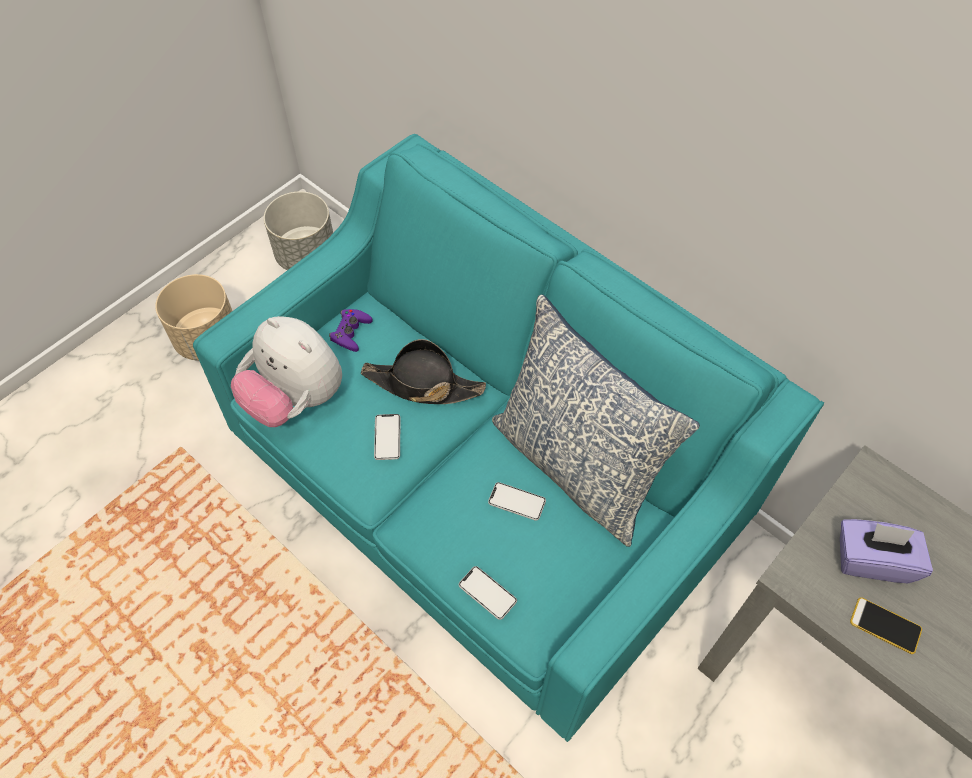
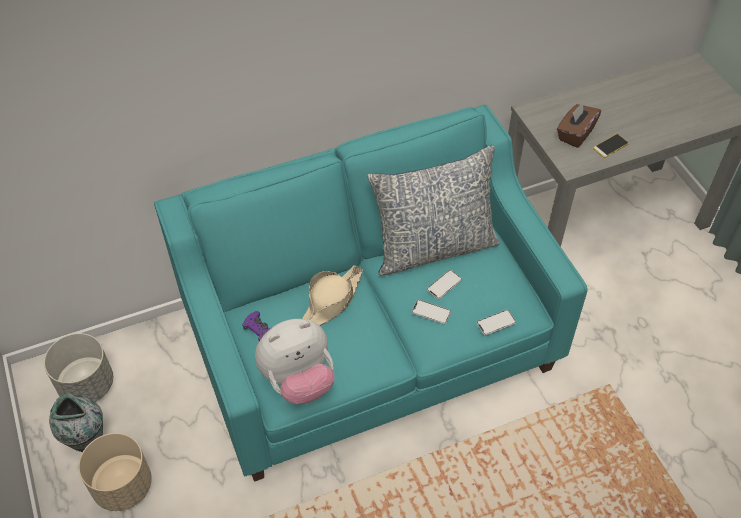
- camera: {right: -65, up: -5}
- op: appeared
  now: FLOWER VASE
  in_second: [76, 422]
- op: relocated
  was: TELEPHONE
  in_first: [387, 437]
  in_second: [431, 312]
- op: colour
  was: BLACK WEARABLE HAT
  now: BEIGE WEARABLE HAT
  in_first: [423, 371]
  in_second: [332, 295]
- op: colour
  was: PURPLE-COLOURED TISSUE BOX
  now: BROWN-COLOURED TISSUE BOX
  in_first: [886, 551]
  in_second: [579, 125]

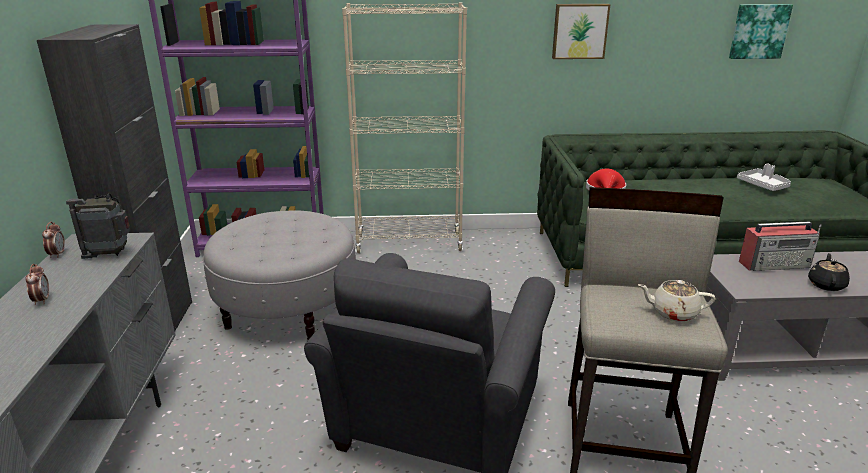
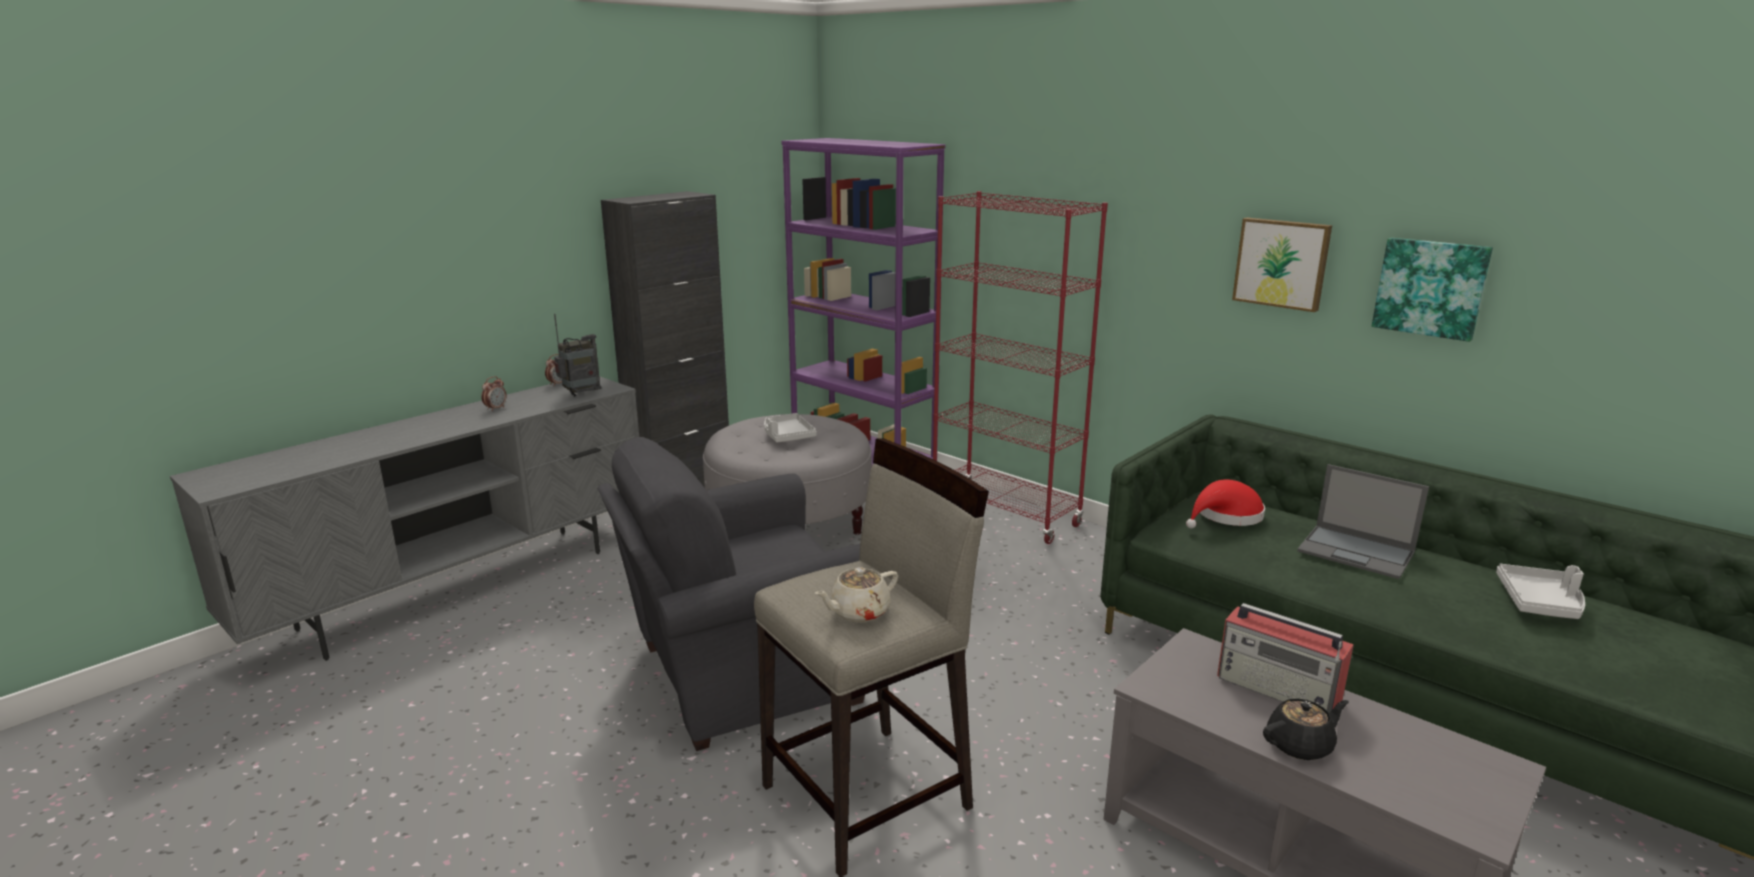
- camera: {right: 45, up: -5}
- op: appeared
  now: GREYISH CARRYING TRAY
  in_second: [790, 428]
- op: appeared
  now: NOTEBOOK COMPUTER
  in_second: [1363, 521]
- op: relocated
  was: WALL ART
  in_first: [761, 31]
  in_second: [1432, 290]
- op: colour
  was: BEIGE SHELVING UNIT
  now: RED SHELVING UNIT
  in_first: [404, 128]
  in_second: [1020, 367]
- op: spun
  was: RADIO SET
  in_first: [98, 212]
  in_second: [577, 355]
  clockwise: 105
- op: spun
  was: BEIGE TEA POT
  in_first: [676, 301]
  in_second: [856, 594]
  clockwise: -90

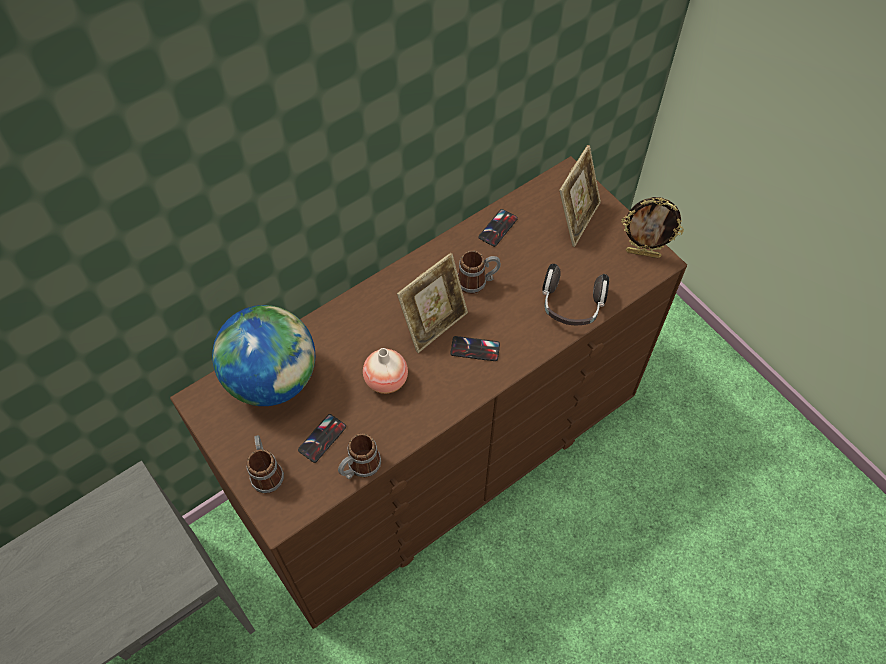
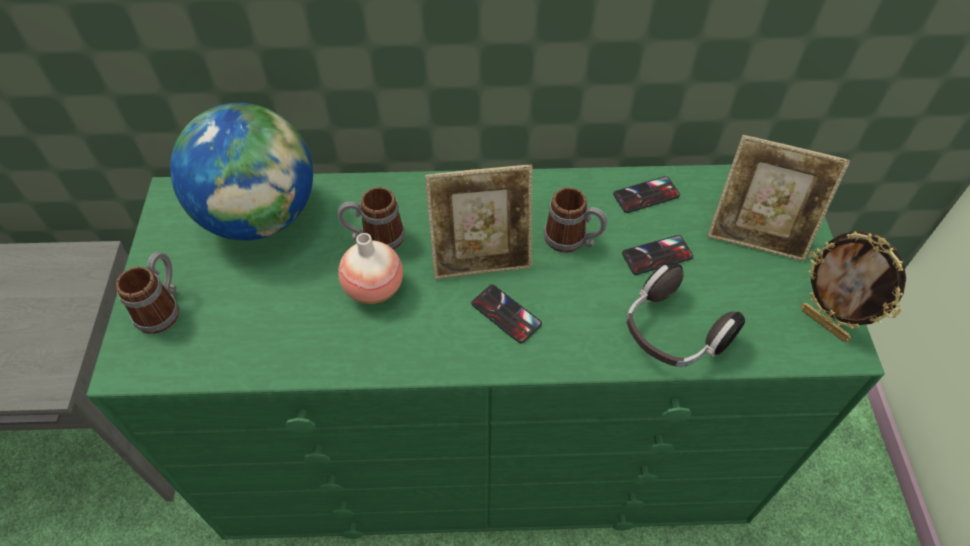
- camera: {right: 35, up: -5}
- op: relocated
  was: TELEPHONE
  in_first: [322, 438]
  in_second: [657, 255]
- op: relocated
  was: TEA MUG
  in_first: [359, 456]
  in_second: [371, 218]
- op: colour
  was: BROWN-COLOURED DRAWER CHEST
  now: GREENISH DRAWER CHEST
  in_first: [428, 392]
  in_second: [485, 352]
- op: spun
  was: PICTURE FRAME
  in_first: [580, 196]
  in_second: [778, 198]
  clockwise: 45

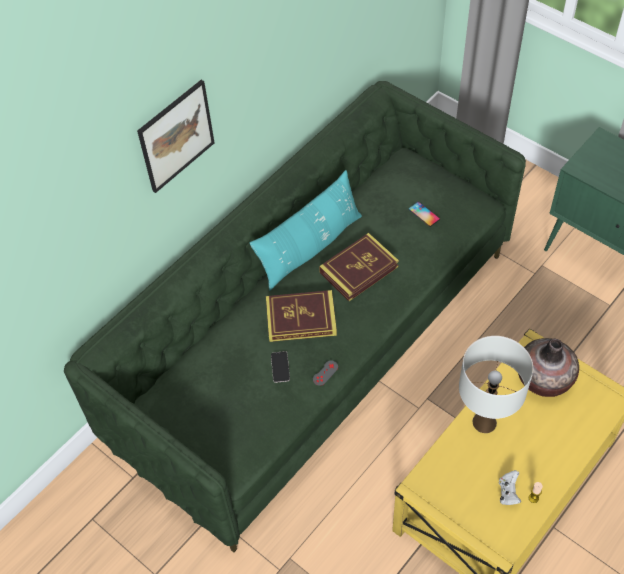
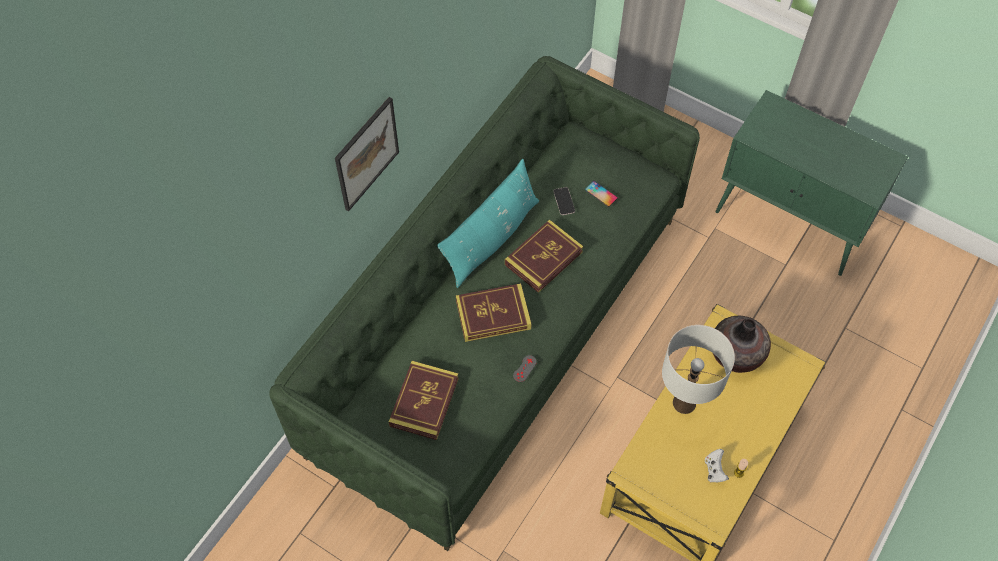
- camera: {right: -10, up: 5}
- op: appeared
  now: BOOK
  in_second: [424, 400]
- op: relocated
  was: TELEPHONE
  in_first: [280, 367]
  in_second: [564, 201]

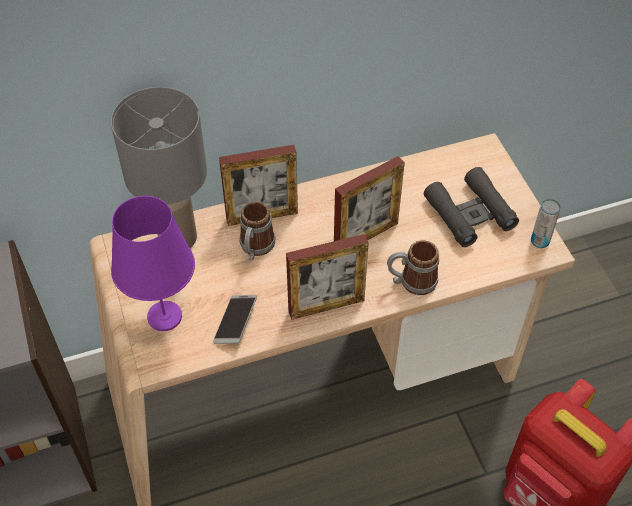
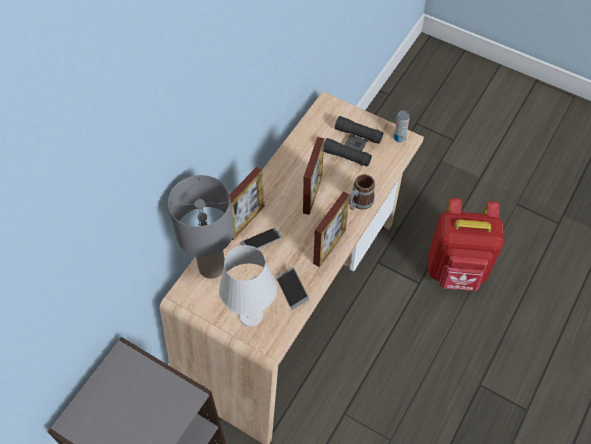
- camera: {right: -40, up: 5}
- op: exchanged
  was: TEA MUG
  now: TELEPHONE
  in_first: [257, 231]
  in_second: [261, 238]
- op: colour
  was: PURPLE-COLOURED LAMP FOR A TABLE
  now: WHITE-COLOURED LAMP FOR A TABLE
  in_first: [153, 263]
  in_second: [248, 286]

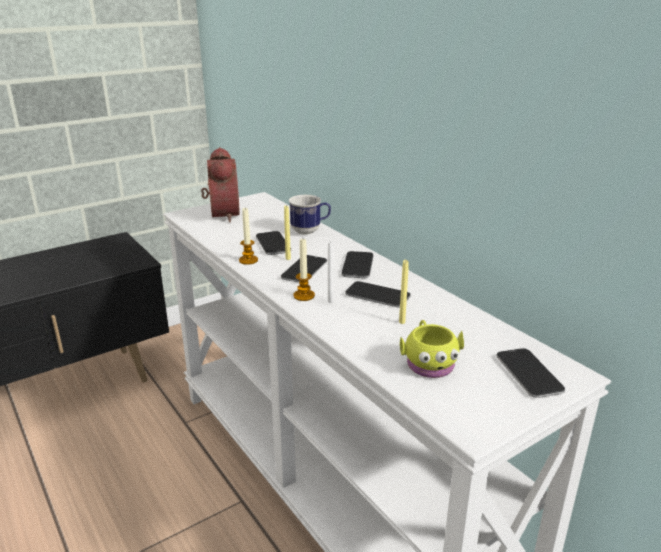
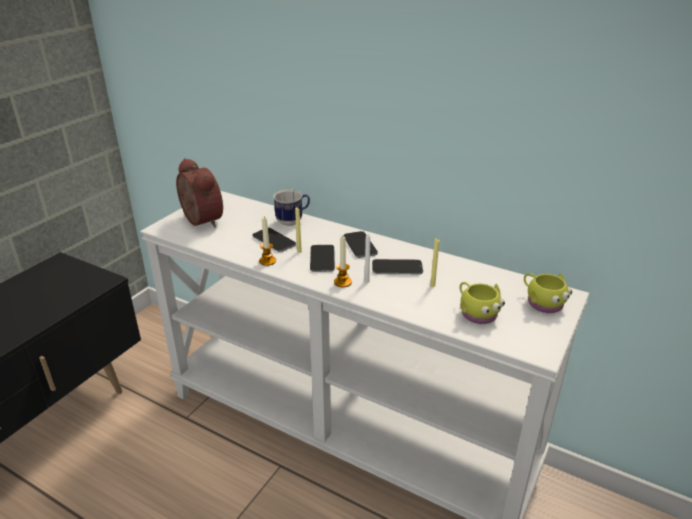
- camera: {right: -25, up: 5}
- op: exchanged
  was: TELEPHONE
  now: YELLOW-COLOURED TEA MUG
  in_first: [530, 373]
  in_second: [548, 293]

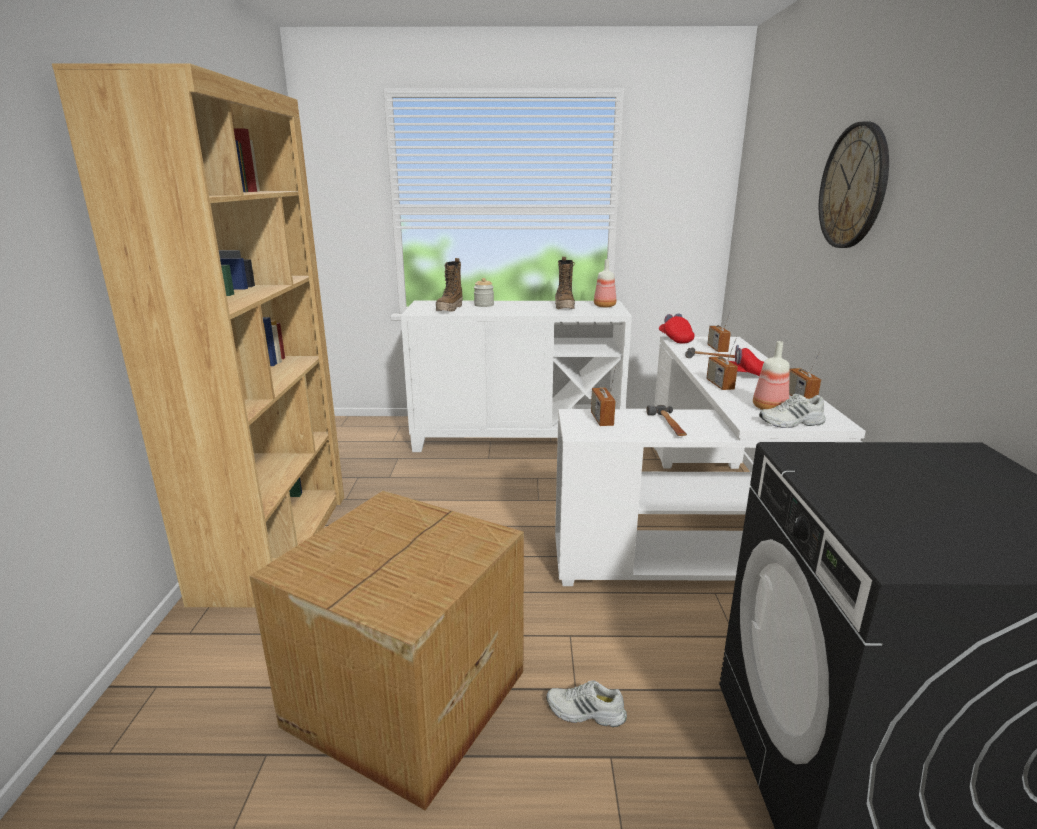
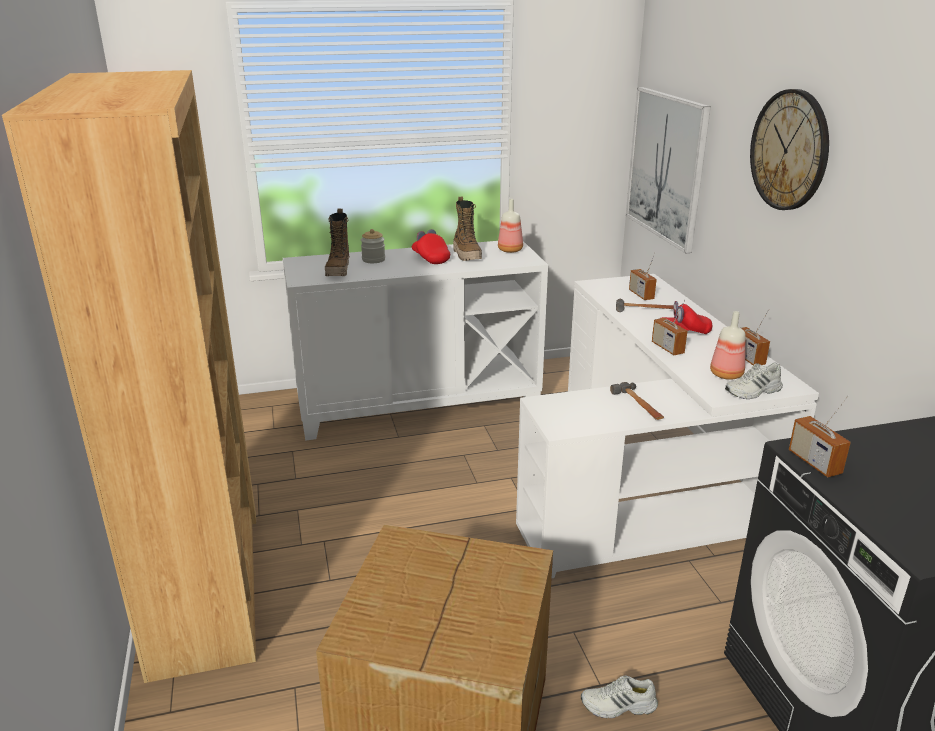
- camera: {right: -15, up: 5}
- op: appeared
  now: WALL ART
  in_second: [668, 170]
- op: relocated
  was: RADIO SET
  in_first: [603, 396]
  in_second: [820, 436]
- op: relocated
  was: RED PEAKED CAP
  in_first: [677, 328]
  in_second: [431, 246]

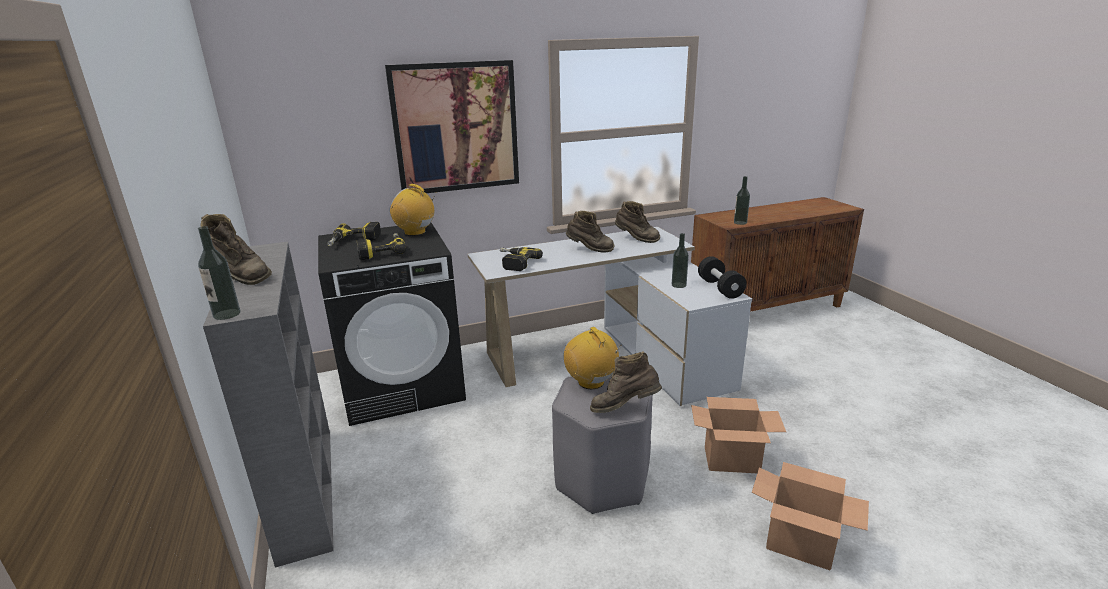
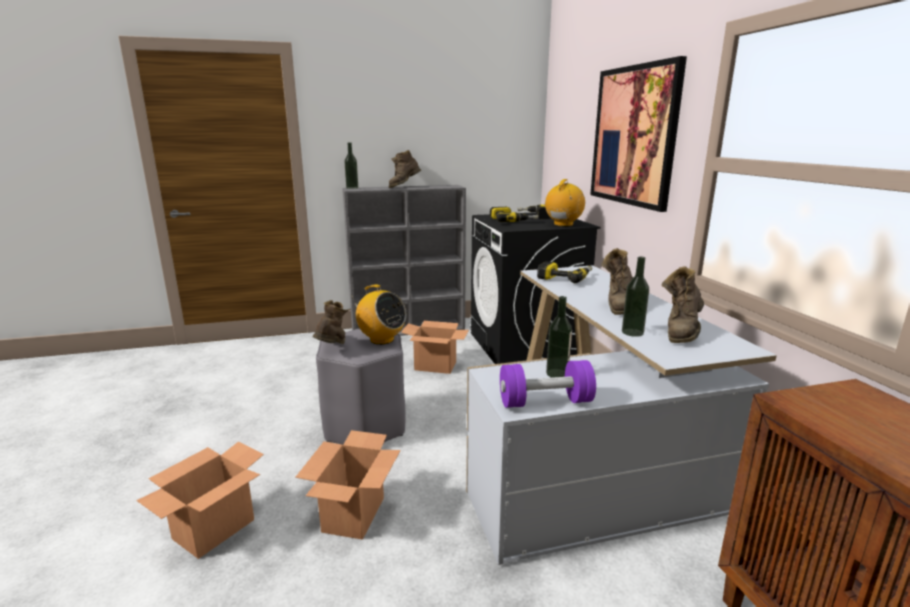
- camera: {right: 95, up: -5}
- op: appeared
  now: CARTON
  in_second: [435, 347]
- op: relocated
  was: BEVERAGE BOTTLE
  in_first: [742, 200]
  in_second: [635, 297]
- op: colour
  was: BLACK FREE WEIGHT
  now: PURPLE-COLOURED FREE WEIGHT
  in_first: [722, 277]
  in_second: [548, 384]
- op: spun
  was: RADIO SET
  in_first: [593, 358]
  in_second: [379, 314]
  clockwise: 60

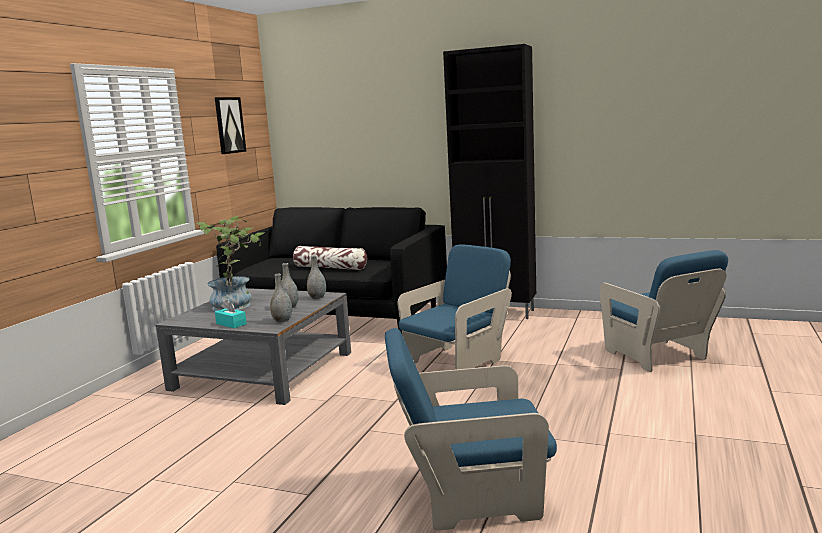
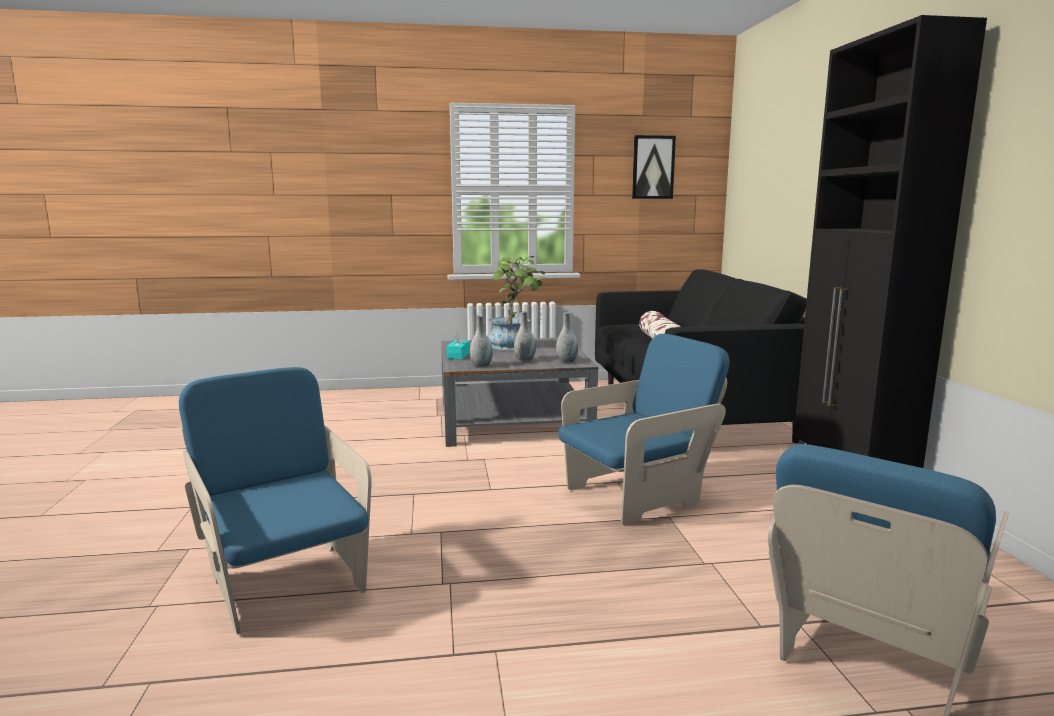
- camera: {right: 60, up: 0}
- op: spun
  was: BLUE-COLOURED LOUNGE CHAIR
  in_first: [455, 307]
  in_second: [644, 429]
  clockwise: -45

